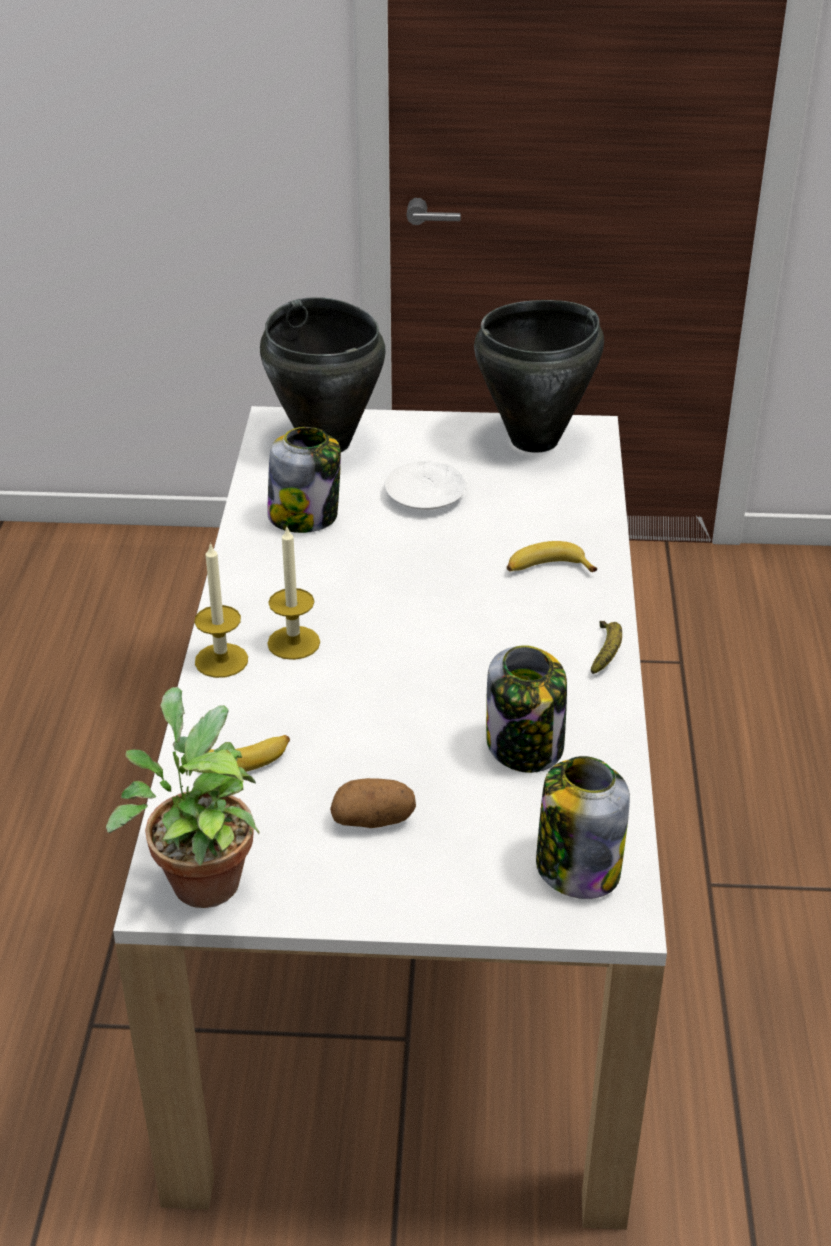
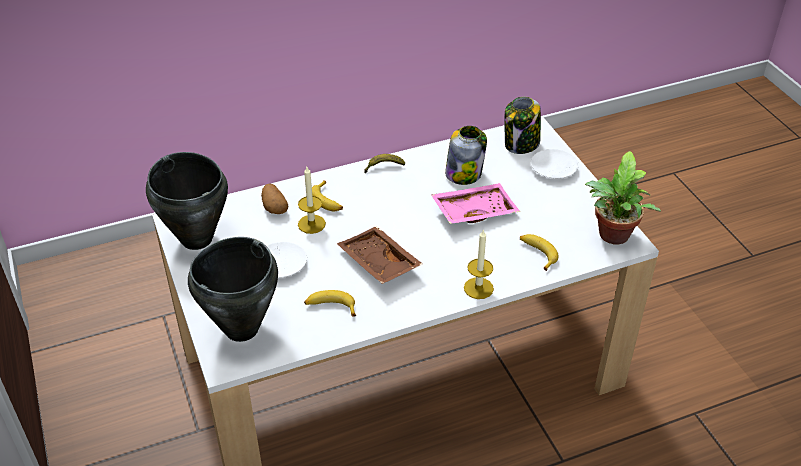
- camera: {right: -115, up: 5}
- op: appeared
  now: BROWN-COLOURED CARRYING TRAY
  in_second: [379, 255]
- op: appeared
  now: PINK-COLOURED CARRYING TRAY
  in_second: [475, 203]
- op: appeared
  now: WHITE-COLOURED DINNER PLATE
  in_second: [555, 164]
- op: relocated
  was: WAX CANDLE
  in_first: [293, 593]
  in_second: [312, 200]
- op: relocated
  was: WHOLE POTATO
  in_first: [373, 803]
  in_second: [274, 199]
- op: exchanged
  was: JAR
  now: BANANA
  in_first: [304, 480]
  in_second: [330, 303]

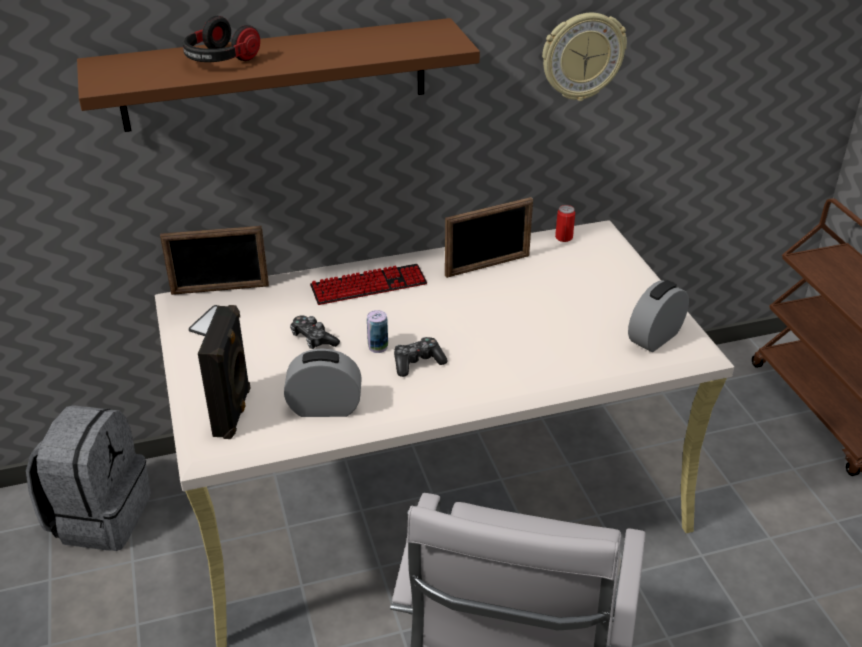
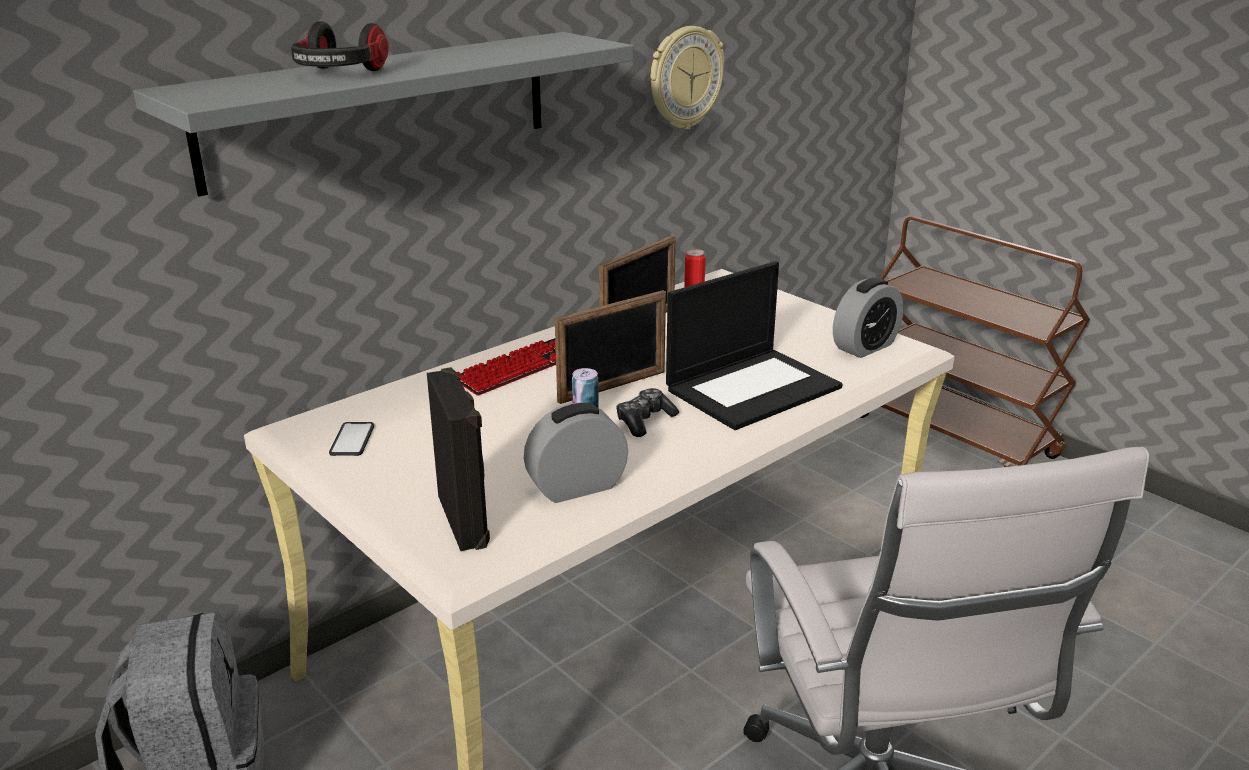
- camera: {right: -25, up: -10}
- op: missing
  was: GAME CONTROLLER
  in_first: [315, 332]
- op: appeared
  now: NOTEBOOK COMPUTER
  in_second: [754, 345]
- op: relocated
  was: PICTURE FRAME
  in_first: [214, 260]
  in_second: [610, 347]
- op: colour
  was: BROWN-COLOURED BRACKET SHELF
  now: GREYISH BRACKET SHELF
  in_first: [278, 75]
  in_second: [383, 114]
- op: spun
  was: ALARM CLOCK
  in_first: [658, 316]
  in_second: [868, 318]
  clockwise: -150

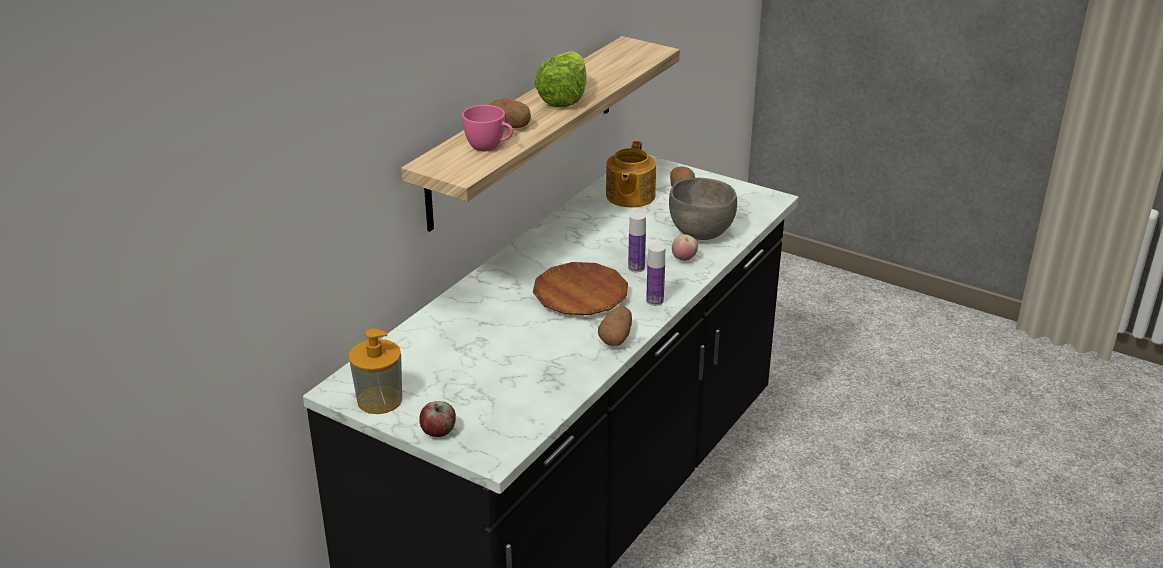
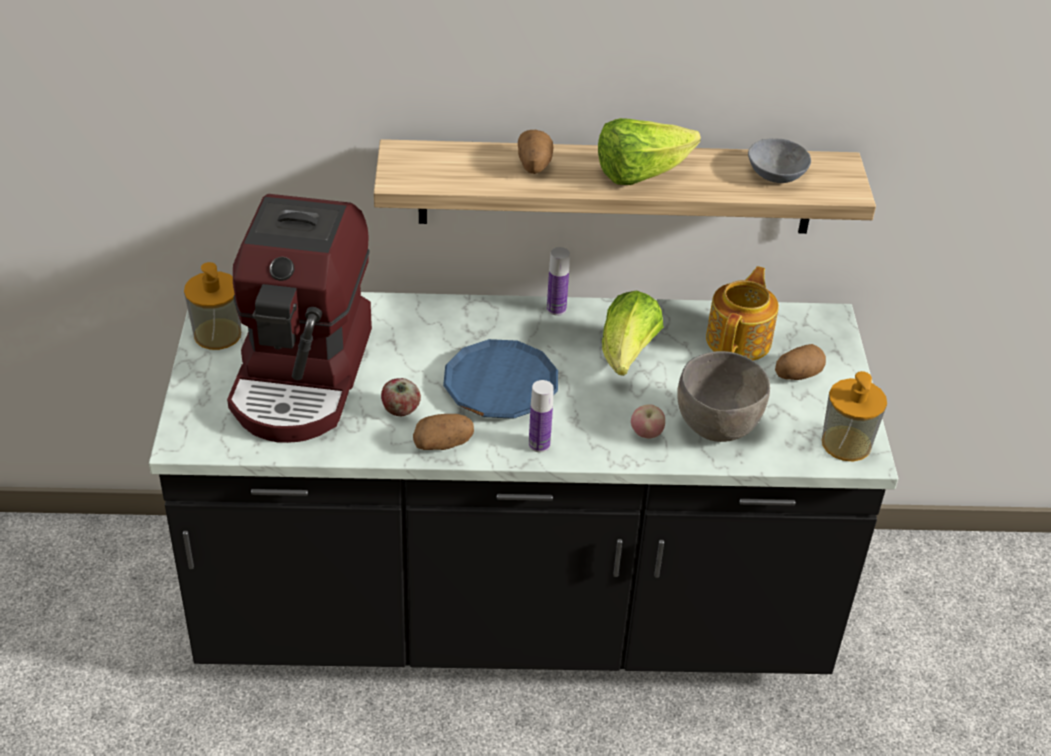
- camera: {right: 55, up: 10}
- op: missing
  was: PINK-COLOURED DRINKING CUP
  in_first: [487, 128]
- op: appeared
  now: COFFEE BREWER
  in_second: [299, 318]
- op: appeared
  now: LETTUCE HEAD
  in_second: [633, 333]
- op: appeared
  now: GREYISH SERVING BOWL
  in_second: [779, 160]
- op: appeared
  now: SOAP DISPENSER
  in_second: [854, 416]
- op: relocated
  was: APPLE
  in_first: [437, 419]
  in_second: [401, 397]
- op: relocated
  was: BEVERAGE BOTTLE
  in_first: [637, 242]
  in_second: [558, 281]
- op: colour
  was: BROWN-COLOURED DINNER PLATE
  now: BLUE-COLOURED DINNER PLATE
  in_first: [580, 288]
  in_second: [500, 379]
- op: spun
  was: TEA POT
  in_first: [631, 174]
  in_second: [742, 313]
  clockwise: 135

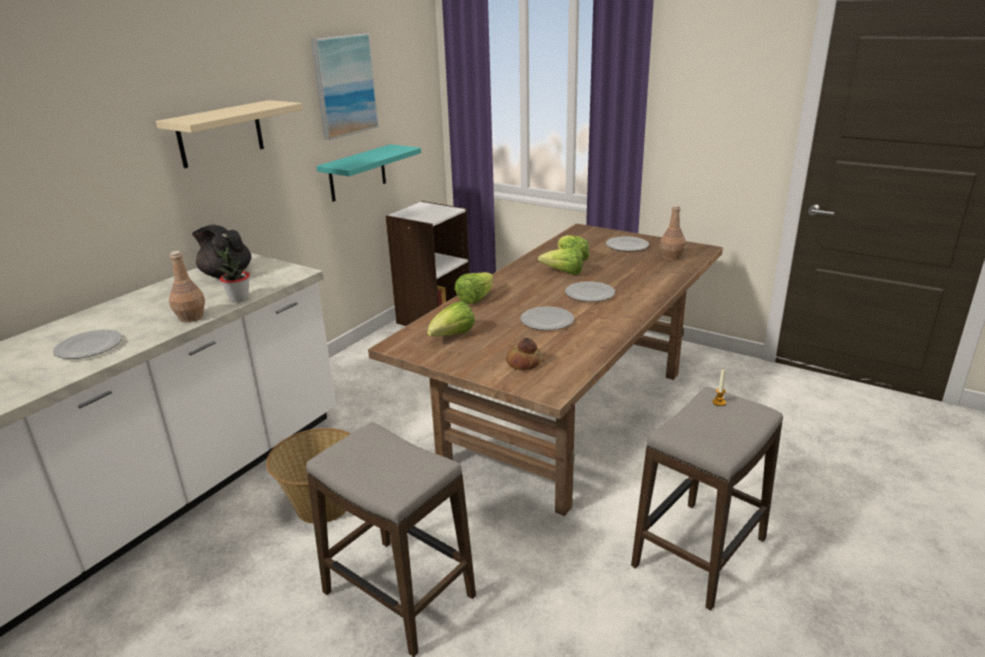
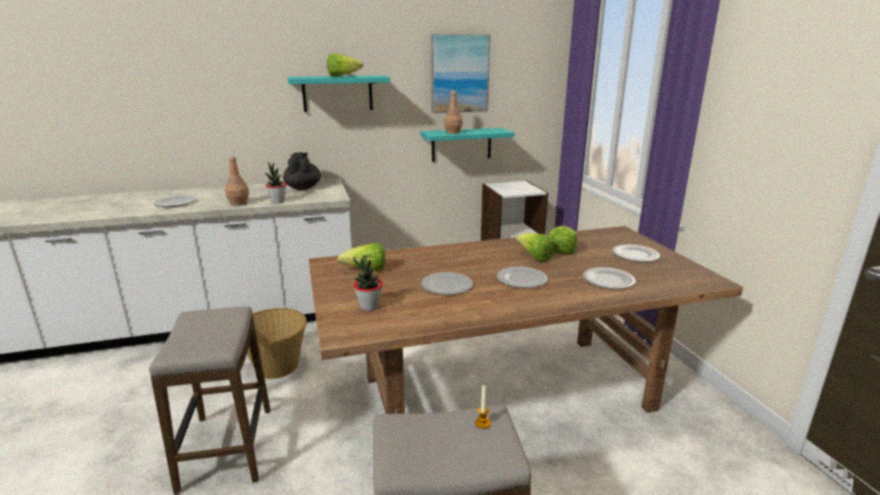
- camera: {right: 40, up: -5}
- op: appeared
  now: DINNER PLATE
  in_second: [609, 278]
- op: relocated
  was: LETTUCE HEAD
  in_first: [474, 288]
  in_second: [345, 65]
- op: relocated
  was: BROWN-COLOURED BEVERAGE BOTTLE
  in_first: [673, 232]
  in_second: [453, 112]
- op: exchanged
  was: BREAD
  now: HOUSEPLANT
  in_first: [524, 354]
  in_second: [368, 283]
- op: colour
  was: BEIGE BRACKET SHELF
  now: TURQUOISE BRACKET SHELF
  in_first: [229, 134]
  in_second: [339, 93]

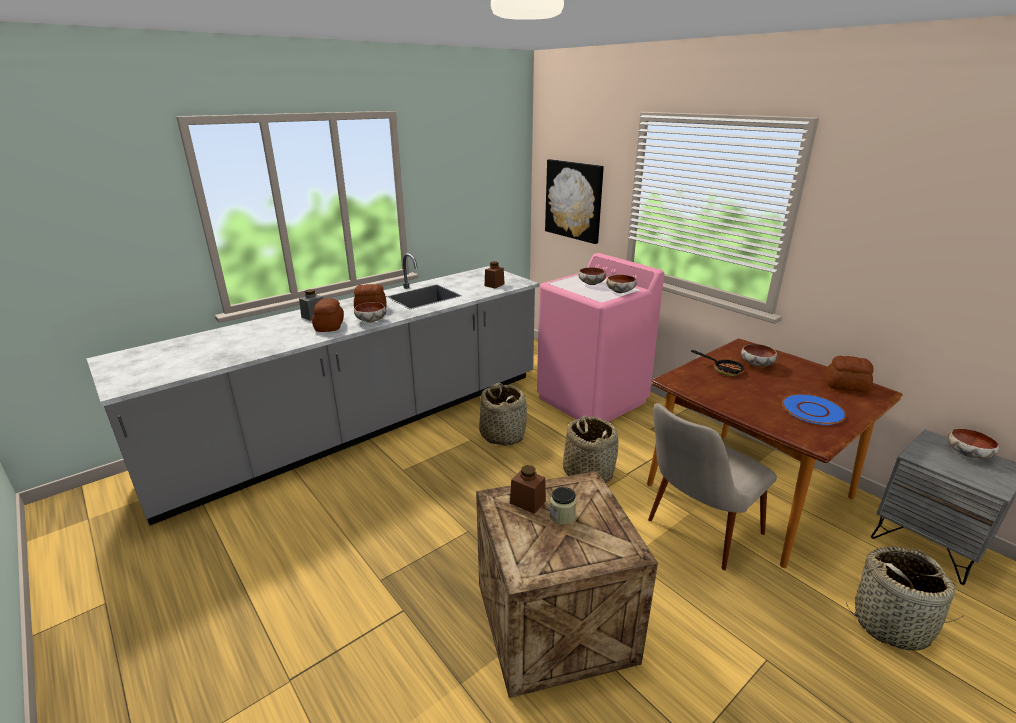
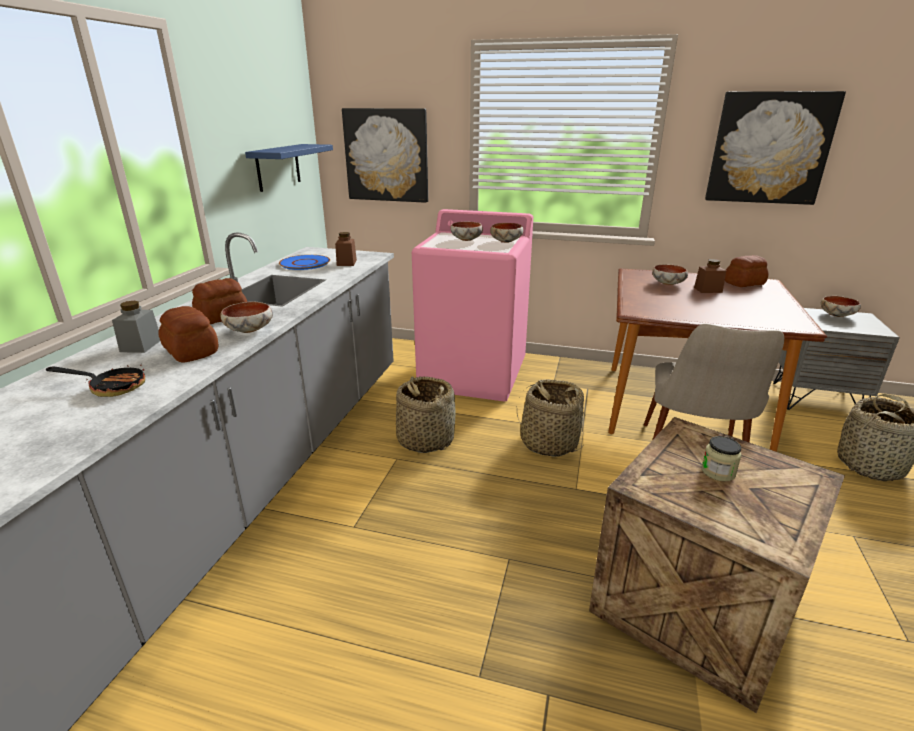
- camera: {right: -35, up: 0}
- op: appeared
  now: BLUE-COLOURED BRACKET SHELF
  in_second: [289, 168]
- op: appeared
  now: WALL ART
  in_second: [775, 148]
- op: relocated
  was: BROWN-COLOURED JAR
  in_first: [528, 489]
  in_second: [710, 276]
- op: relocated
  was: FRYING PAN
  in_first: [718, 363]
  in_second: [95, 381]
- op: relocated
  was: BLUE-COLOURED DINNER PLATE
  in_first: [814, 409]
  in_second: [304, 262]

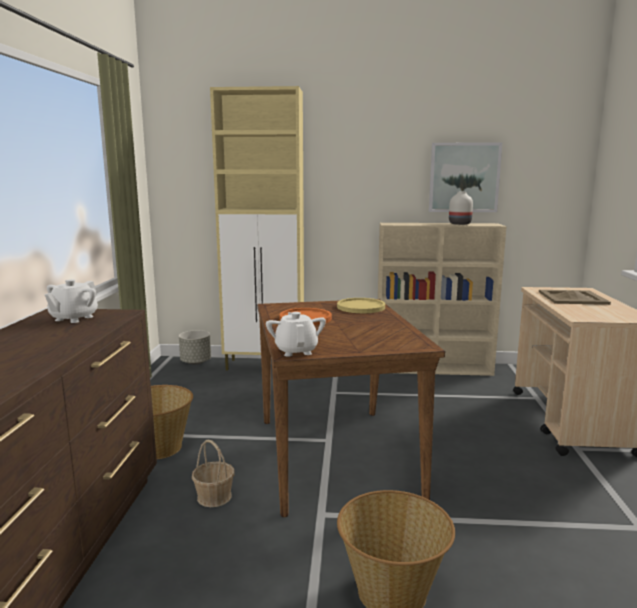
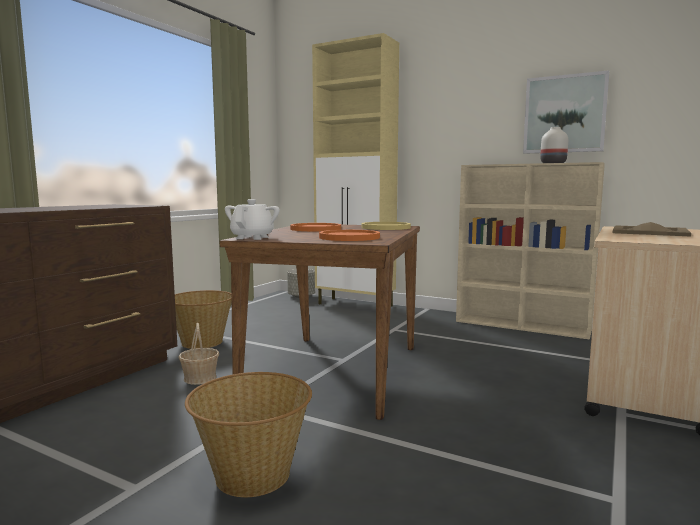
- camera: {right: 25, up: -5}
- op: missing
  was: WHITE-COLOURED TEA POT
  in_first: [71, 301]
- op: appeared
  now: ORANGEY DINNER PLATE
  in_second: [349, 235]

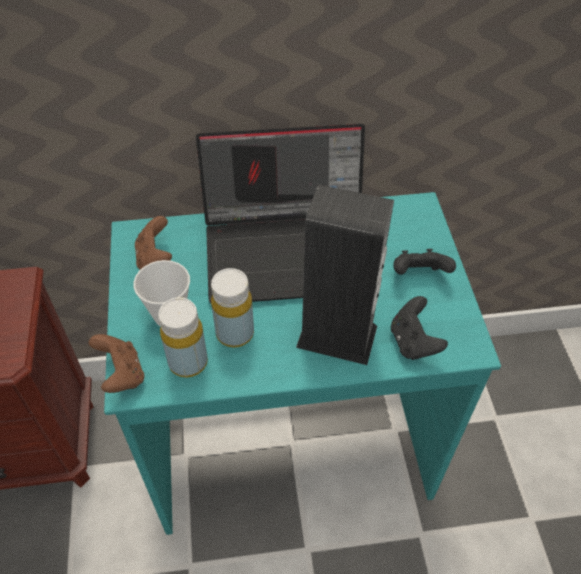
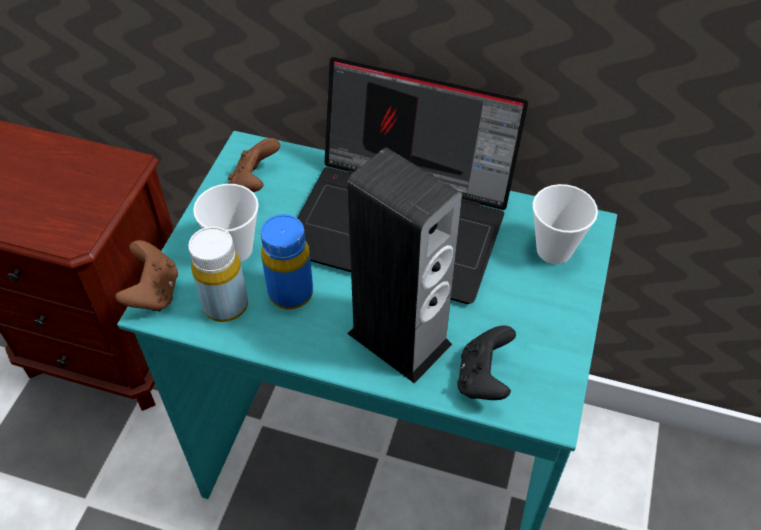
- camera: {right: 25, up: 0}
- op: missing
  was: BLACK GAME CONTROLLER
  in_first: [425, 262]
- op: appeared
  now: DRINKING CUP
  in_second: [565, 224]
- op: colour
  was: YELLOW-COLOURED BEVERAGE BOTTLE
  now: BLUE-COLOURED BEVERAGE BOTTLE
  in_first: [232, 307]
  in_second: [286, 261]

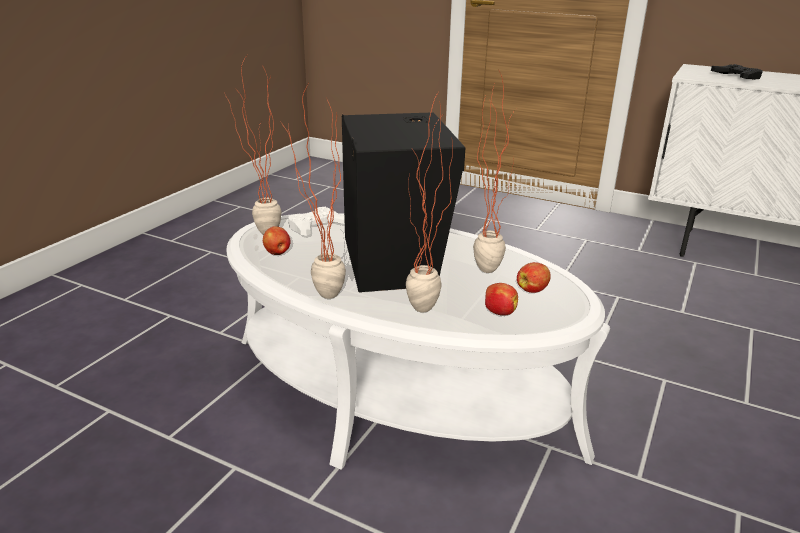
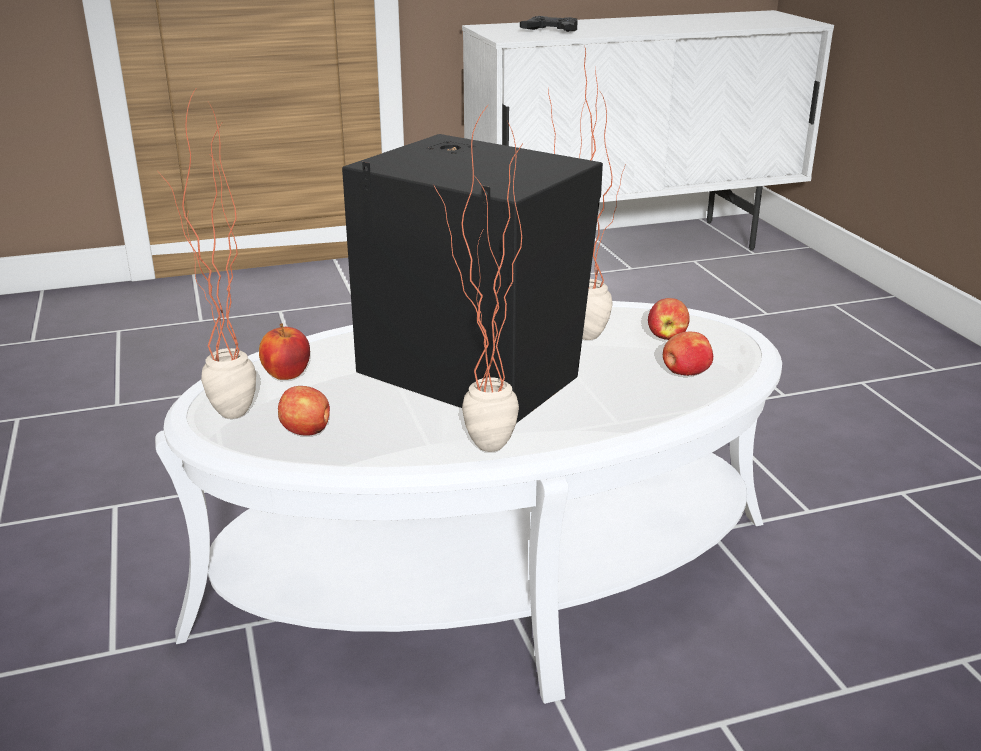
- camera: {right: -45, up: 0}
- op: missing
  was: HOUSEPLANT
  in_first: [429, 202]
- op: exchanged
  was: WHITE-COLOURED GAME CONTROLLER
  now: APPLE
  in_first: [316, 221]
  in_second: [284, 351]

